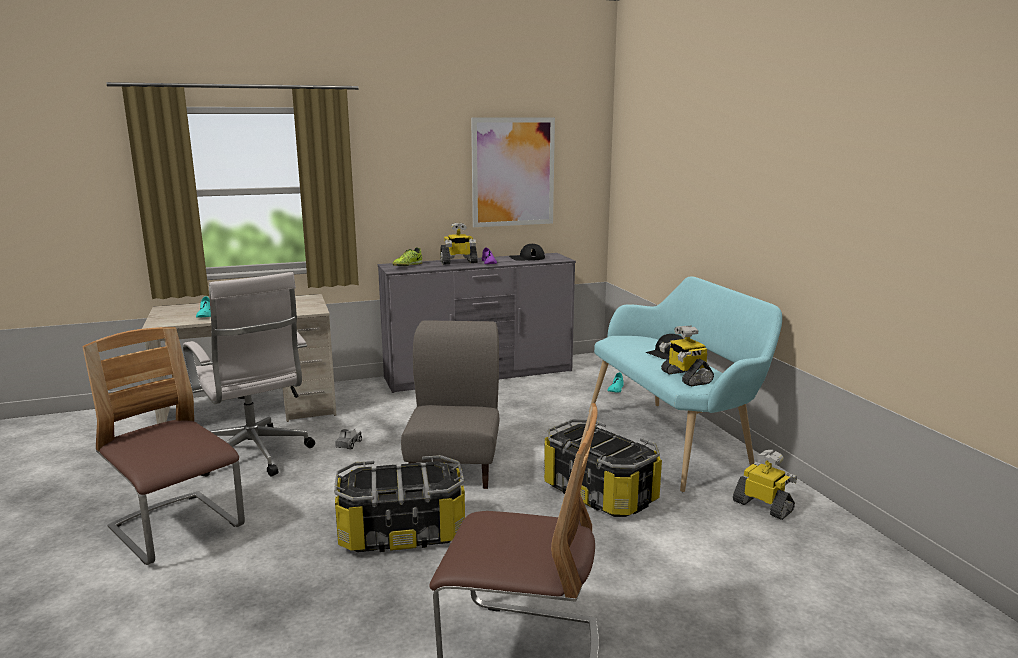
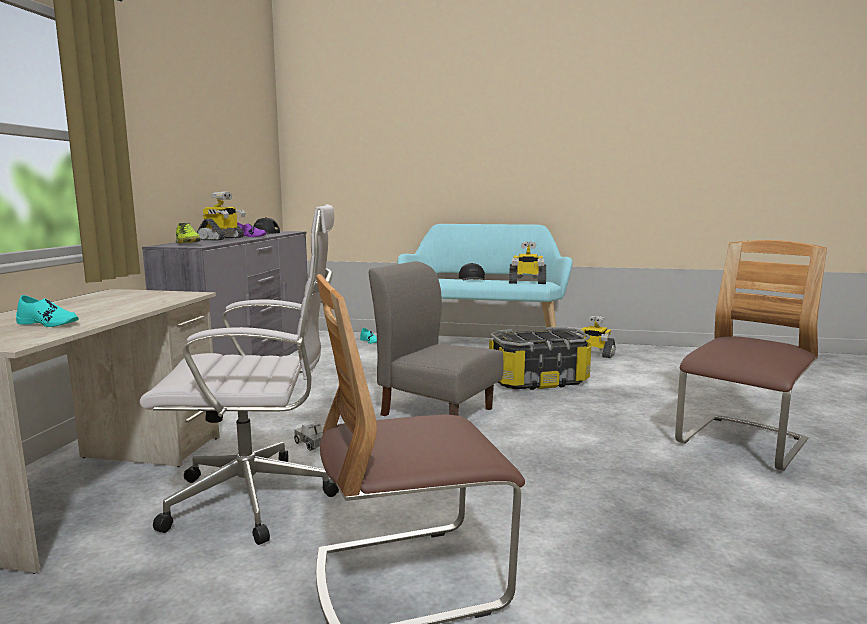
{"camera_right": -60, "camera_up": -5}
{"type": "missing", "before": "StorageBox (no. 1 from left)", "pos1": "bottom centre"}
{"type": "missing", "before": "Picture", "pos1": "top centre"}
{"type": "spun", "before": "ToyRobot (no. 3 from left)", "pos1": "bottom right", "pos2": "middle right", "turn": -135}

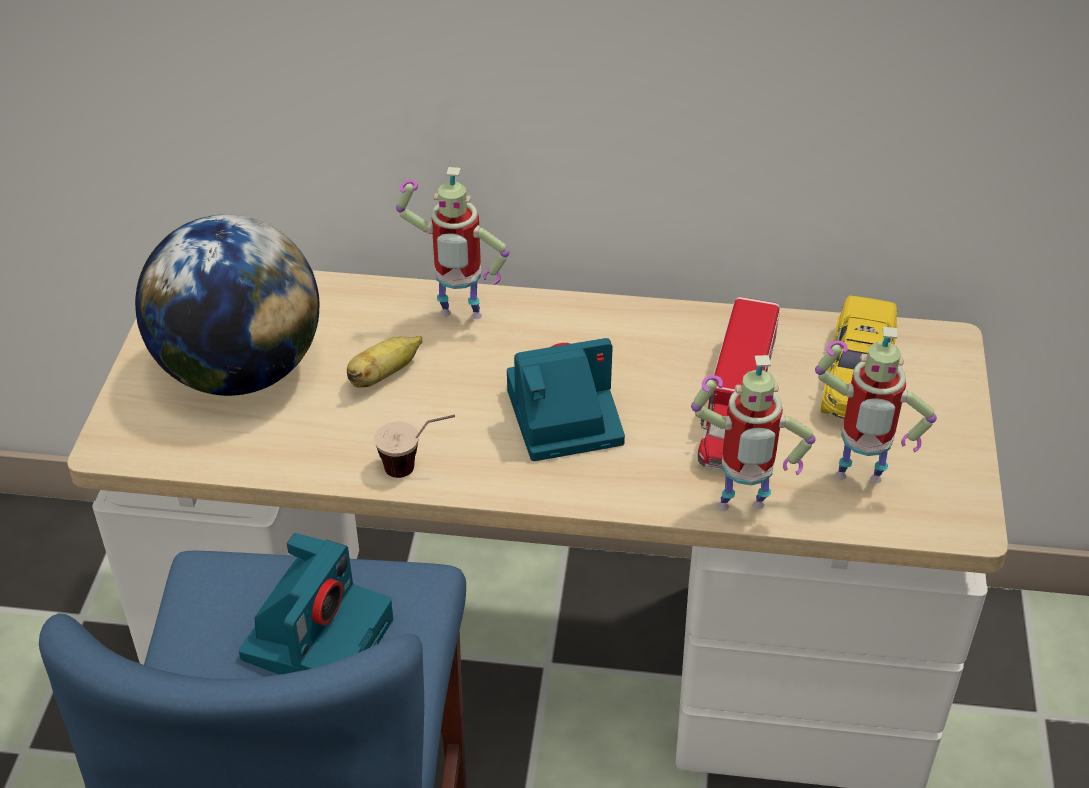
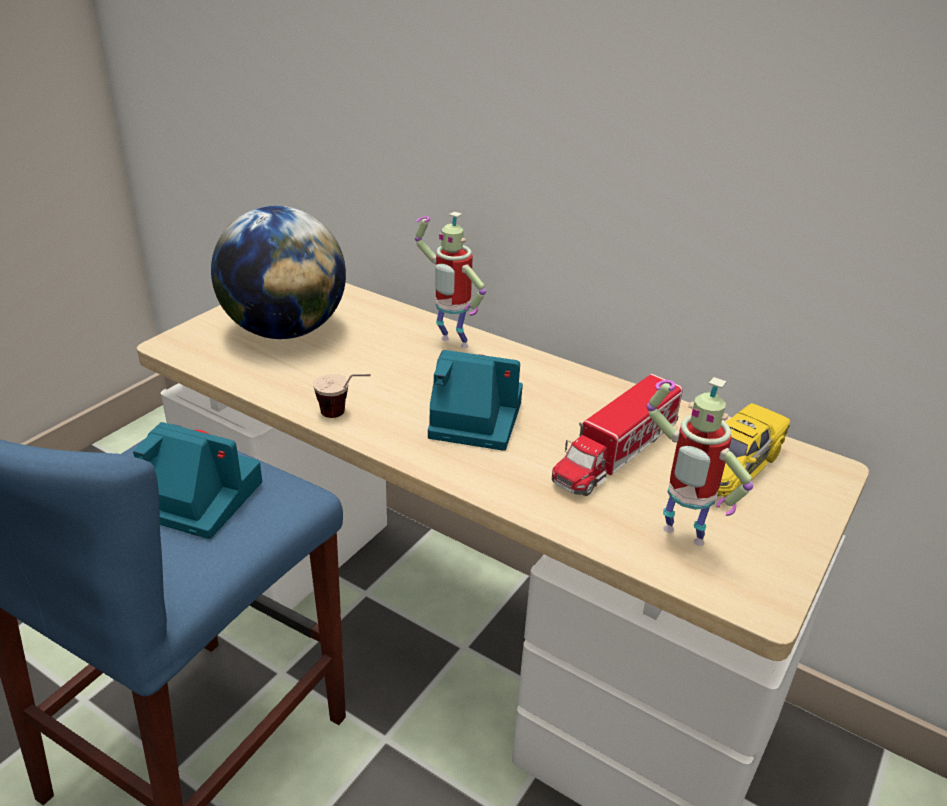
{"camera_right": 25, "camera_up": -10}
{"type": "spun", "before": "PhotoCamera (no. 1 from left)", "pos1": "bottom left", "pos2": "middle left", "turn": -120}
{"type": "missing", "before": "Banana", "pos1": "centre"}
{"type": "missing", "before": "ToyRobot (no. 2 from left)", "pos1": "middle right"}

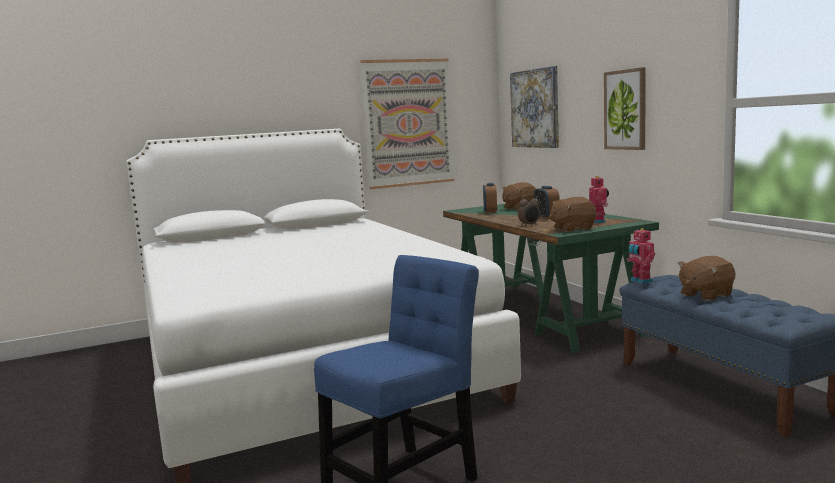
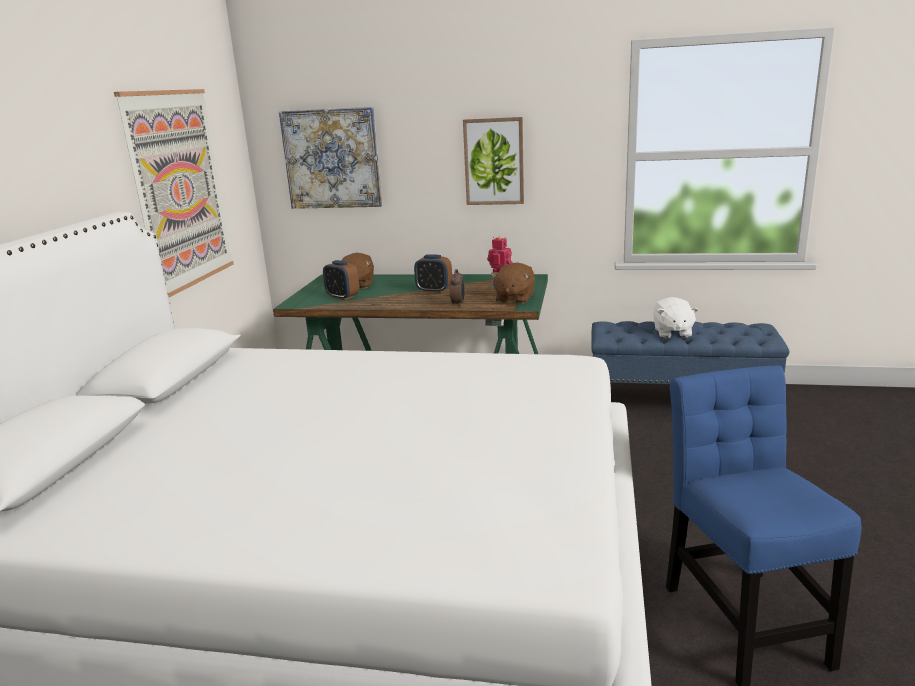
{"camera_right": -55, "camera_up": 10}
{"type": "missing", "before": "ToyRobot (no. 2 from left)", "pos1": "middle right"}
{"type": "colour", "before": "BrownPlushToy (no. 3 from left)", "after": "WhitePlushToy", "pos1": "middle right", "pos2": "middle right"}

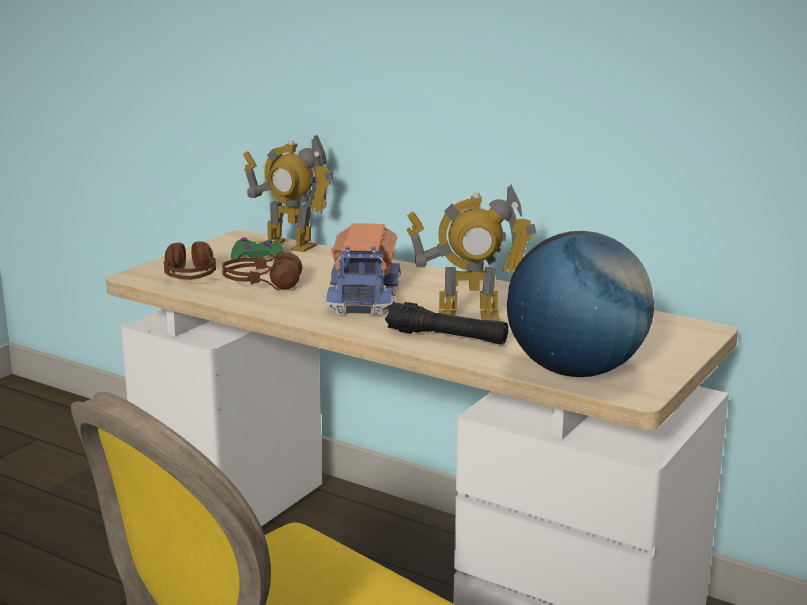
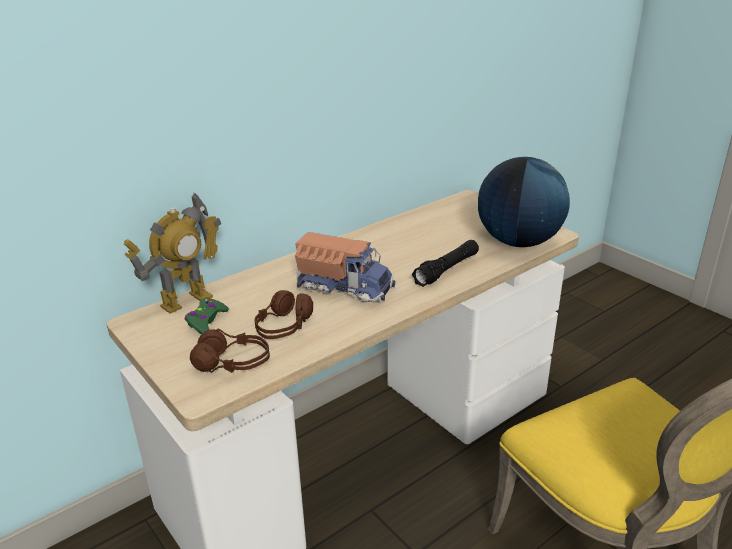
{"camera_right": -70, "camera_up": 10}
{"type": "missing", "before": "ToyRobot (no. 2 from left)", "pos1": "centre"}

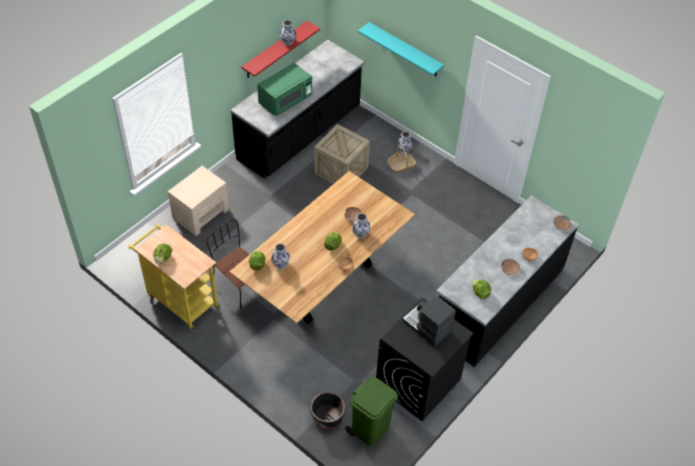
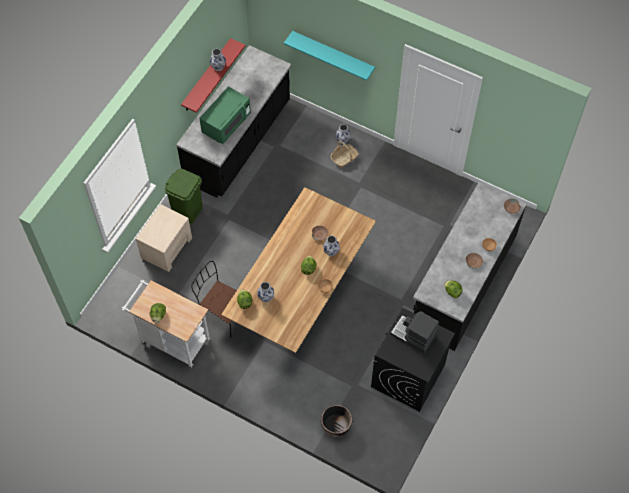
{"camera_right": -10, "camera_up": 10}
{"type": "colour", "before": "YellowCart", "after": "WhiteCart", "pos1": "middle left", "pos2": "middle left"}
{"type": "missing", "before": "Crate", "pos1": "top centre"}
{"type": "relocated", "before": "GreenTrashCan", "pos1": "bottom centre", "pos2": "middle left"}

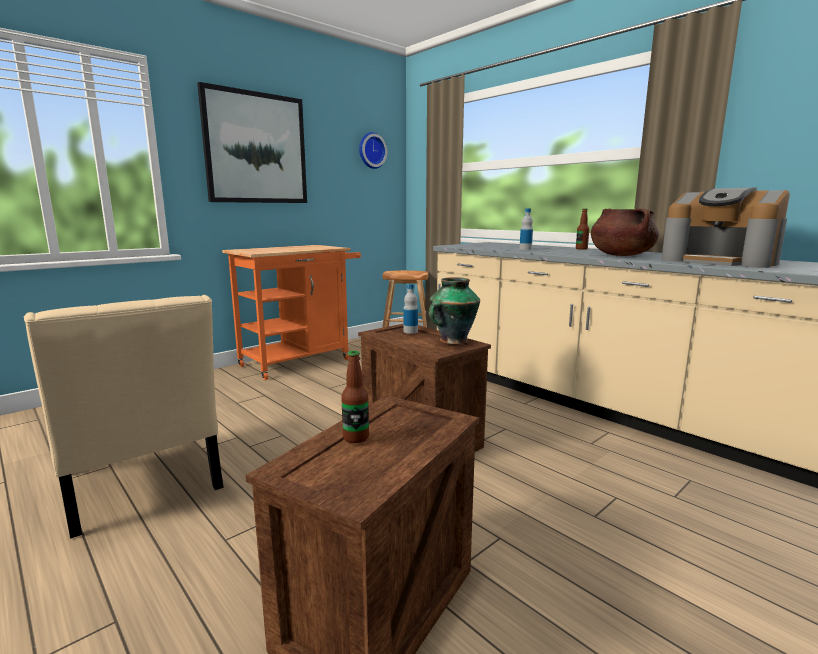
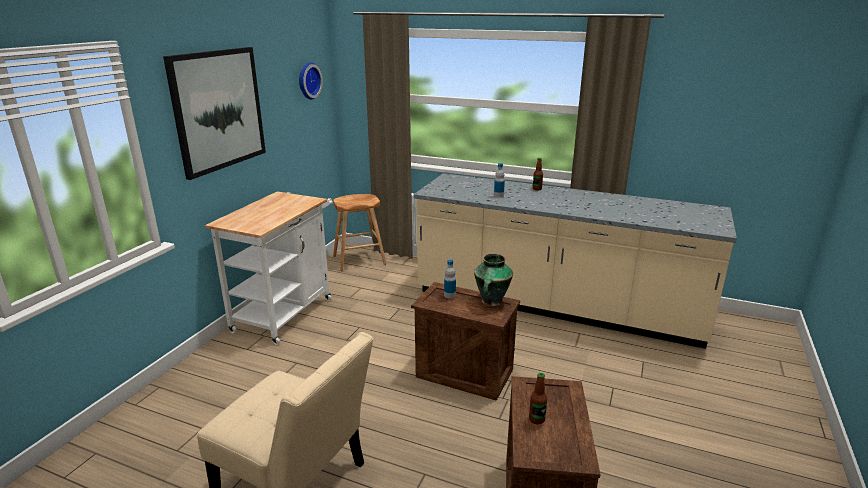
{"camera_right": -25, "camera_up": 10}
{"type": "colour", "before": "OrangeCart", "after": "WhiteCart", "pos1": "centre", "pos2": "middle left"}
{"type": "missing", "before": "BrownCookingPot", "pos1": "middle right"}
{"type": "missing", "before": "CoffeeMachine", "pos1": "middle right"}

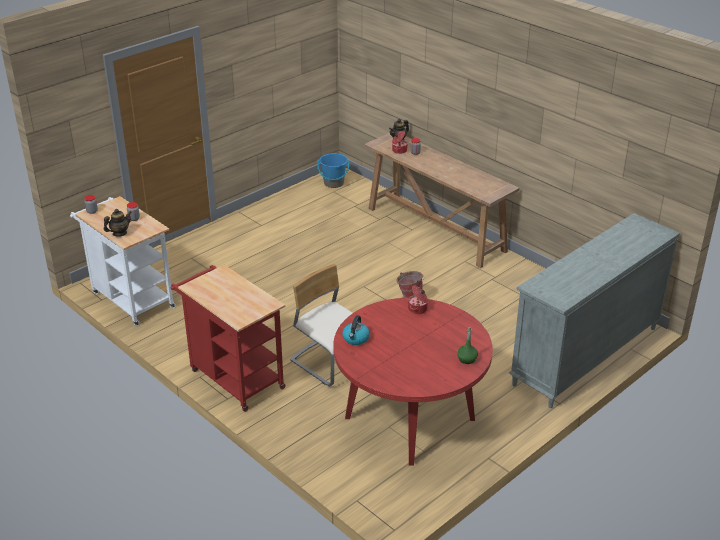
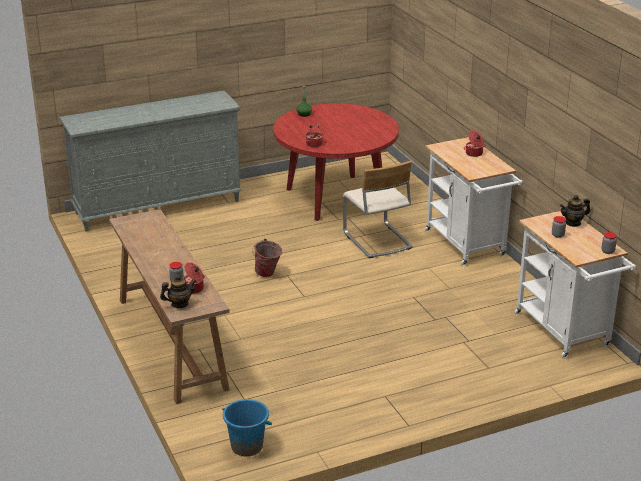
{"camera_right": -160, "camera_up": -5}
{"type": "colour", "before": "RedCart", "after": "WhiteCart (no. 1 from left)", "pos1": "middle left", "pos2": "middle right"}
{"type": "missing", "before": "Kettle", "pos1": "centre"}
{"type": "appeared", "after": "CookingPot (no. 3 from left)", "pos2": "top right"}

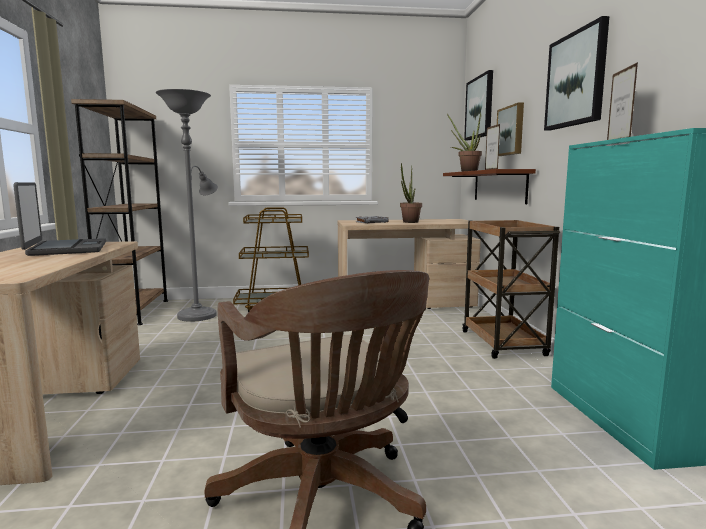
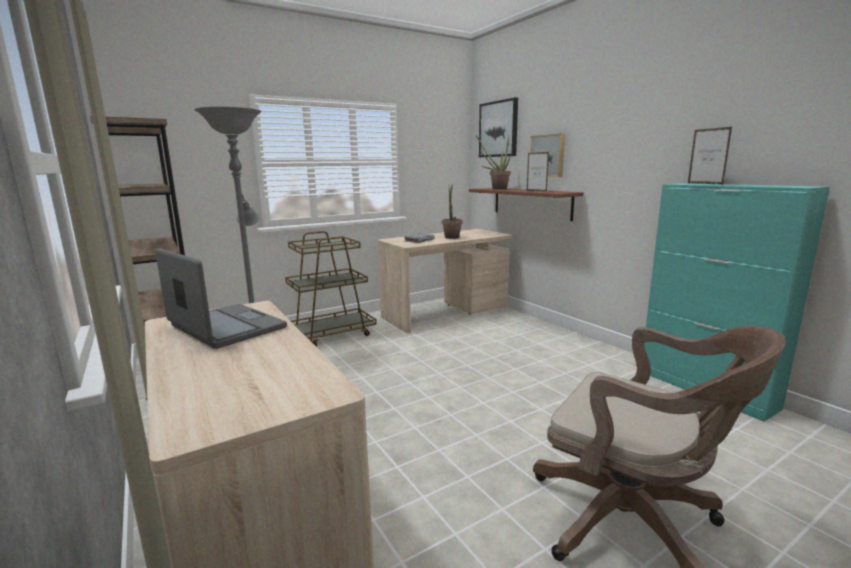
{"camera_right": -25, "camera_up": 5}
{"type": "missing", "before": "BrownCart (no. 2 from left)", "pos1": "middle right"}
{"type": "missing", "before": "Picture (no. 3 from left)", "pos1": "top right"}

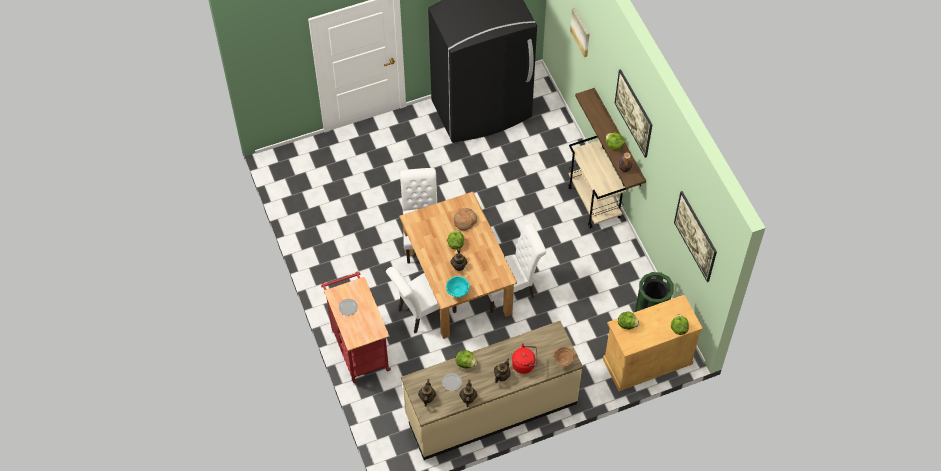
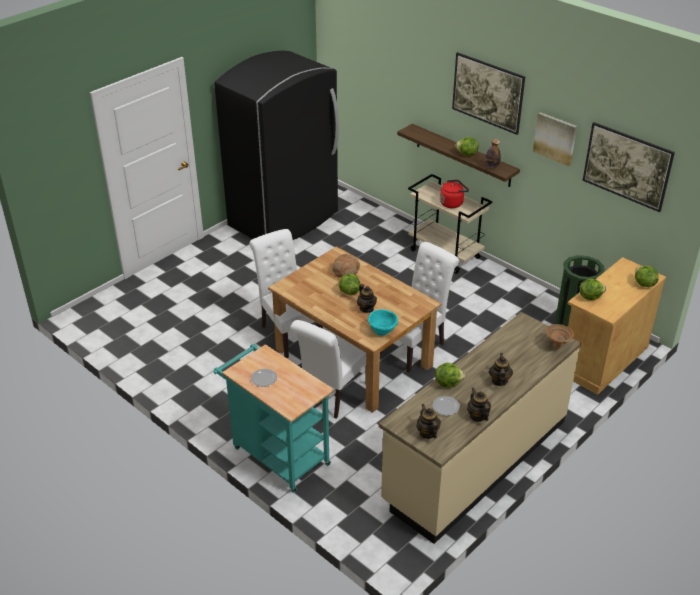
{"camera_right": -25, "camera_up": -20}
{"type": "colour", "before": "RedCart", "after": "TurquoiseCart", "pos1": "bottom centre", "pos2": "bottom centre"}
{"type": "relocated", "before": "RedKettle", "pos1": "bottom centre", "pos2": "top centre"}
{"type": "relocated", "before": "Picture (no. 1 from left in the first image)", "after": "Picture (no. 2 from left)", "pos1": "top centre", "pos2": "top right"}

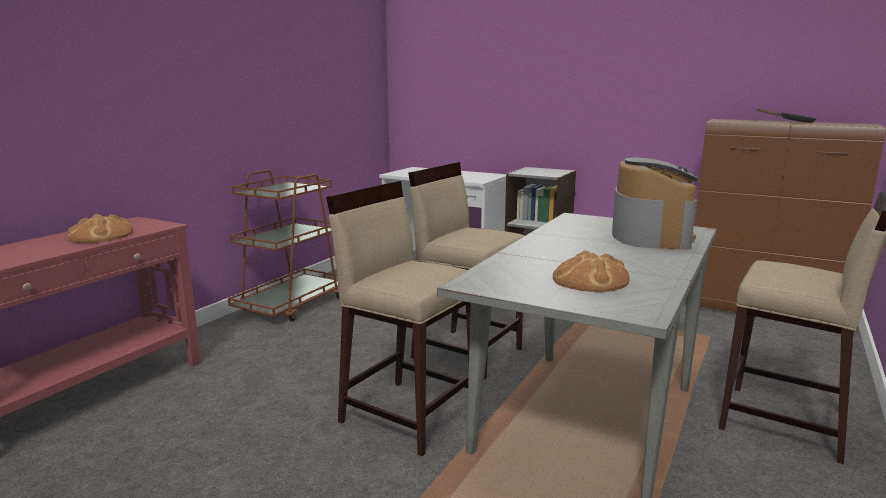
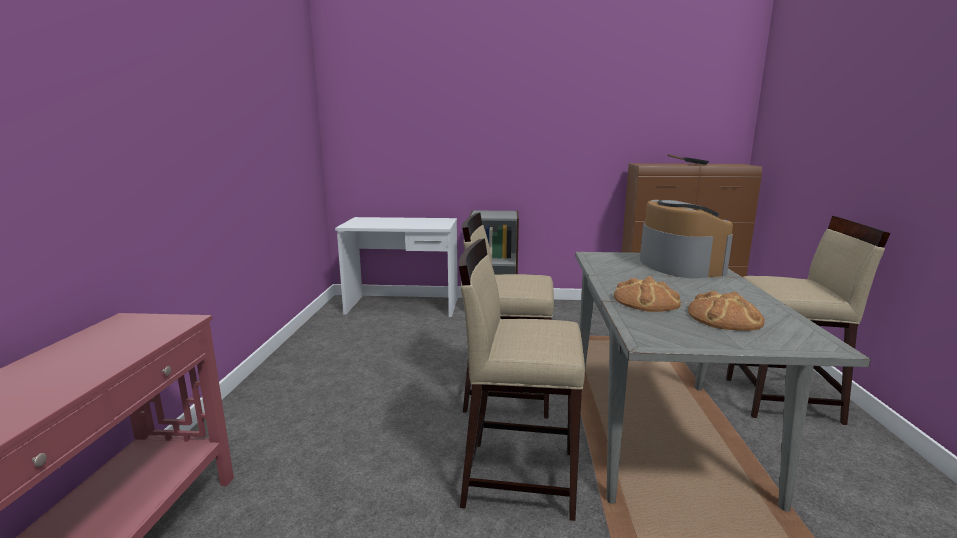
{"camera_right": -25, "camera_up": 0}
{"type": "relocated", "before": "Bread (no. 1 from left)", "pos1": "middle left", "pos2": "middle right"}
{"type": "missing", "before": "BrownCart", "pos1": "middle left"}

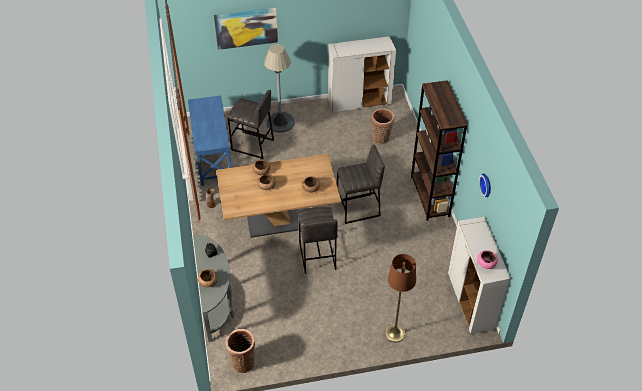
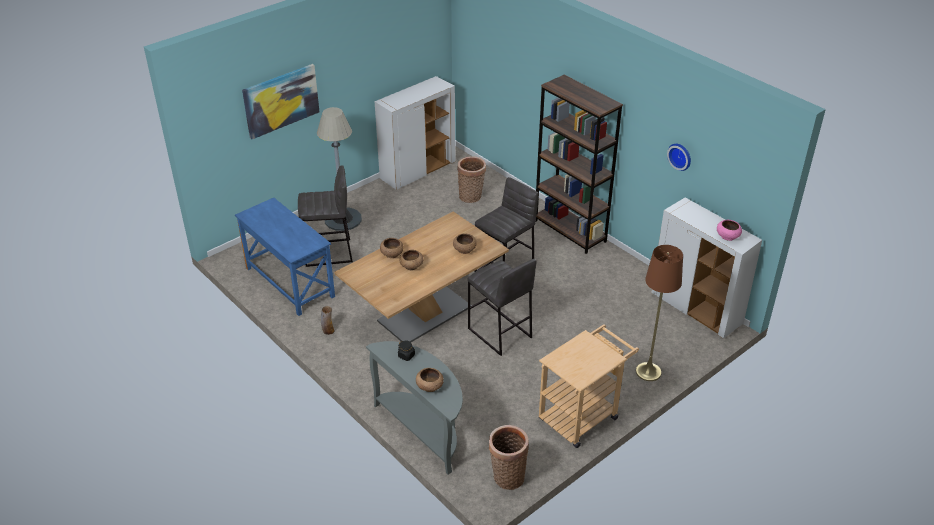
{"camera_right": -30, "camera_up": -10}
{"type": "appeared", "after": "BeigeCart", "pos2": "bottom centre"}

